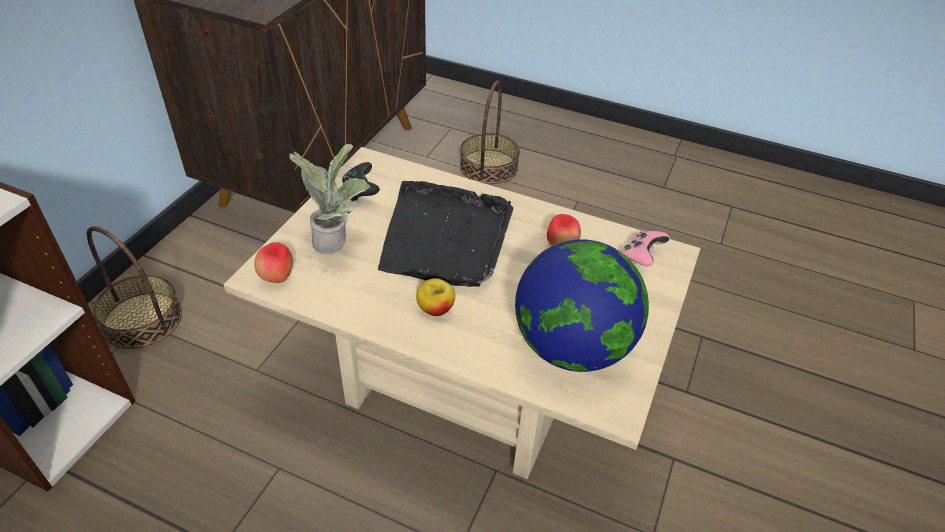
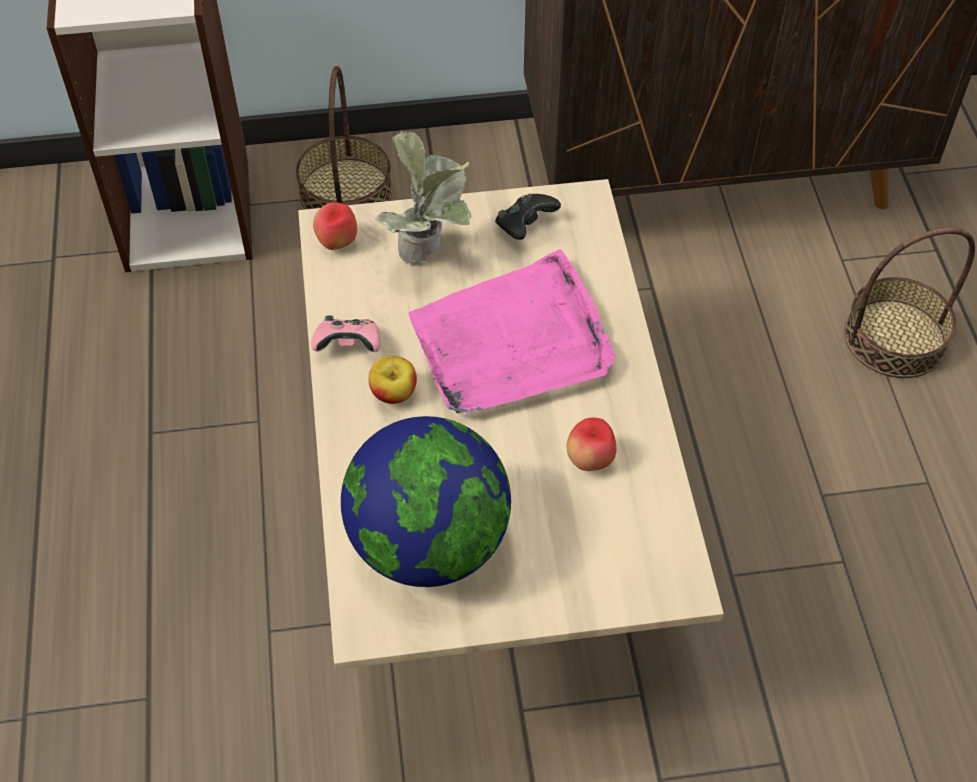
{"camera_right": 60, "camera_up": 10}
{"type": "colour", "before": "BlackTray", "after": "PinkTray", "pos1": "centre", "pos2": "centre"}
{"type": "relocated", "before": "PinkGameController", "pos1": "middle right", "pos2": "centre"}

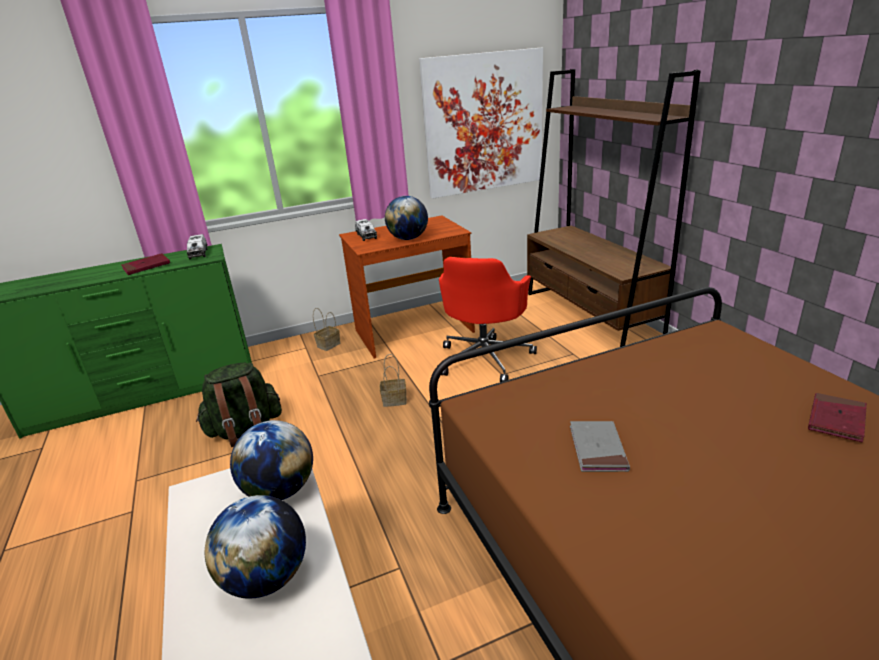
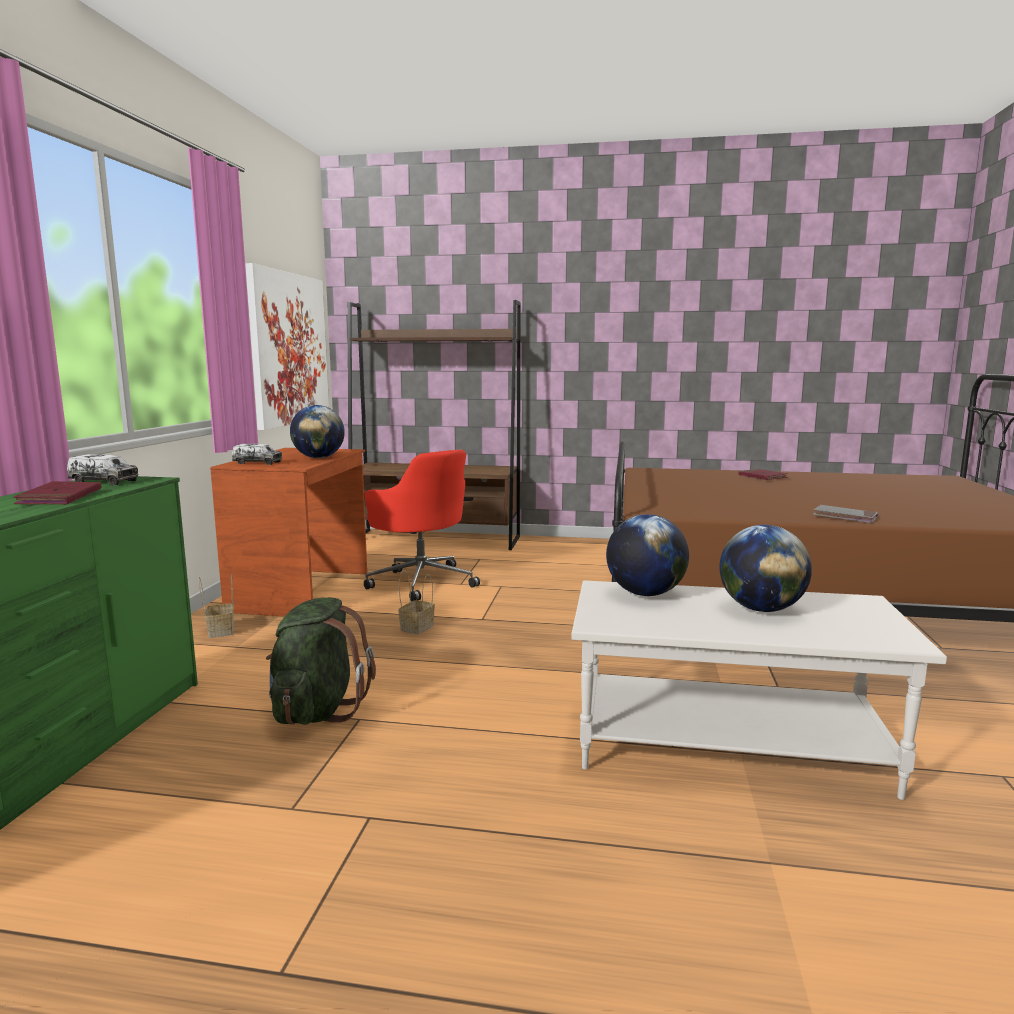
{"camera_right": -60, "camera_up": -15}
{"type": "relocated", "before": "GreyBook", "pos1": "bottom right", "pos2": "middle right"}

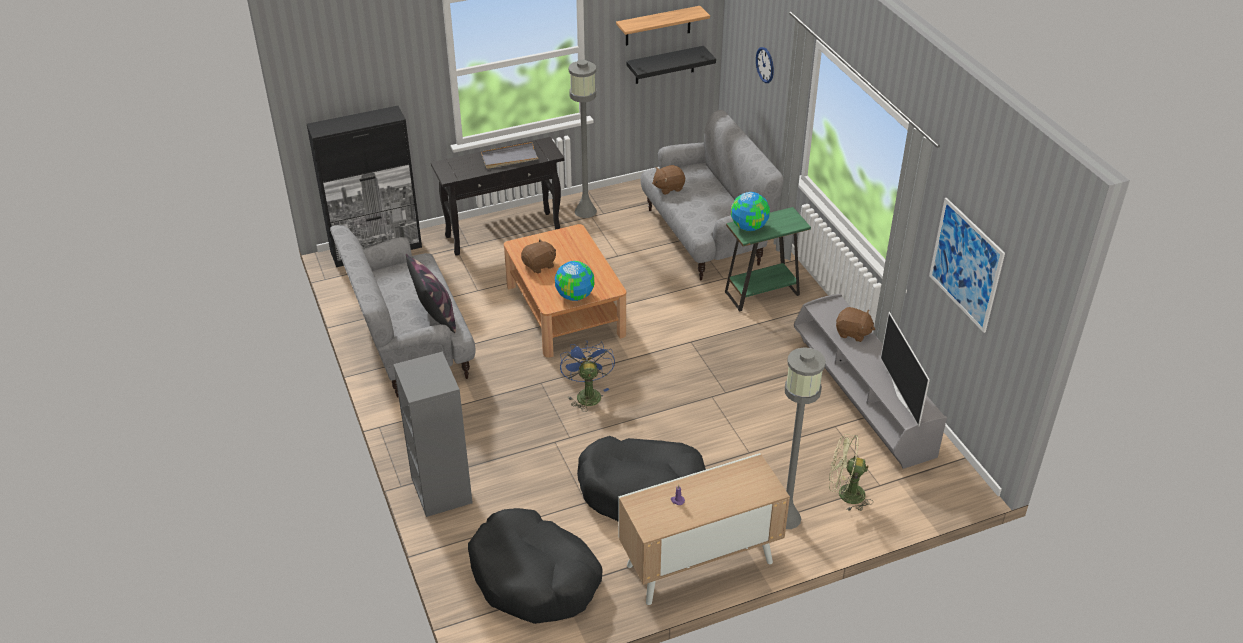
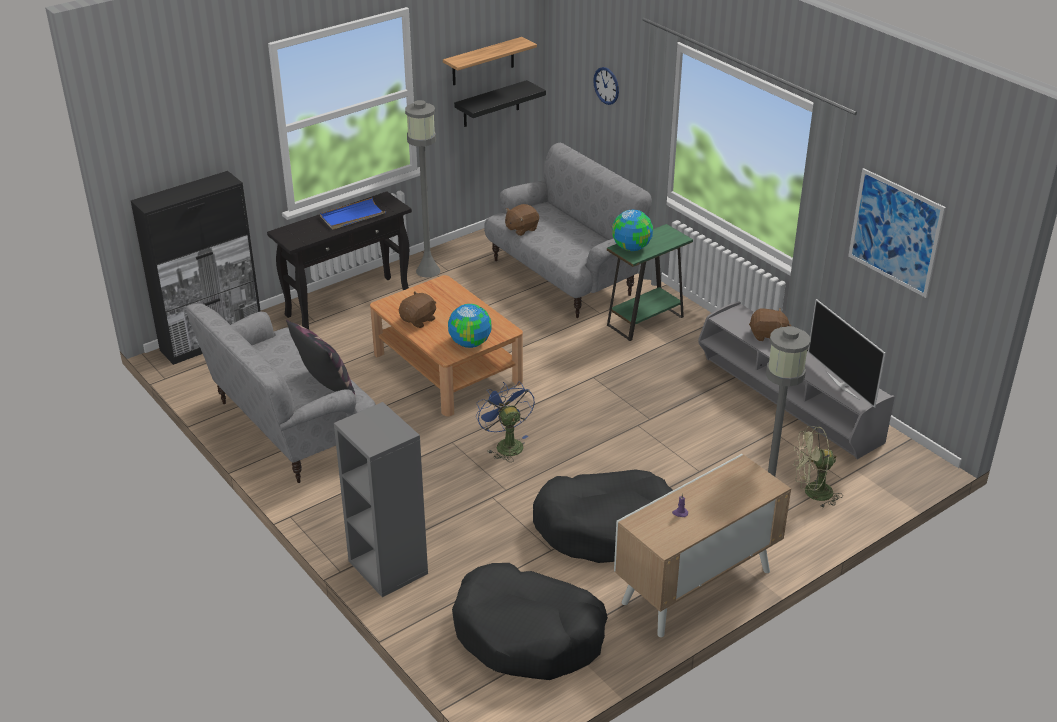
{"camera_right": -15, "camera_up": -5}
{"type": "colour", "before": "GreyTray", "after": "BlueTray", "pos1": "top centre", "pos2": "top centre"}

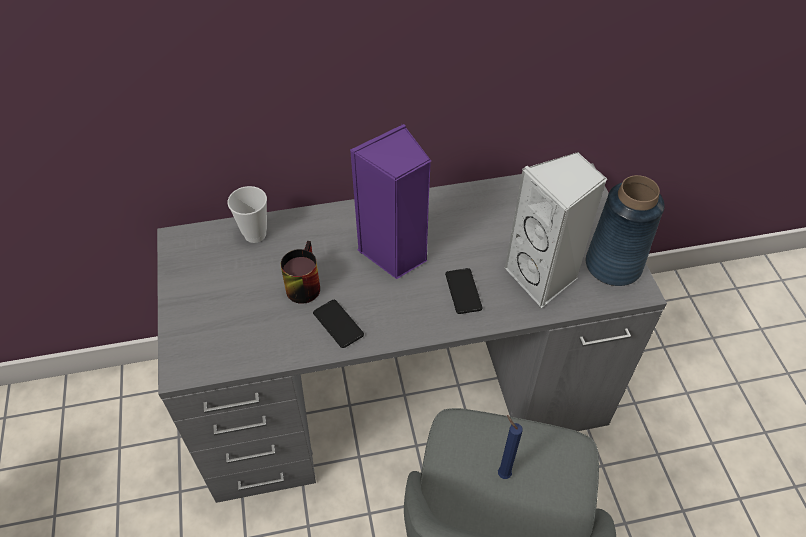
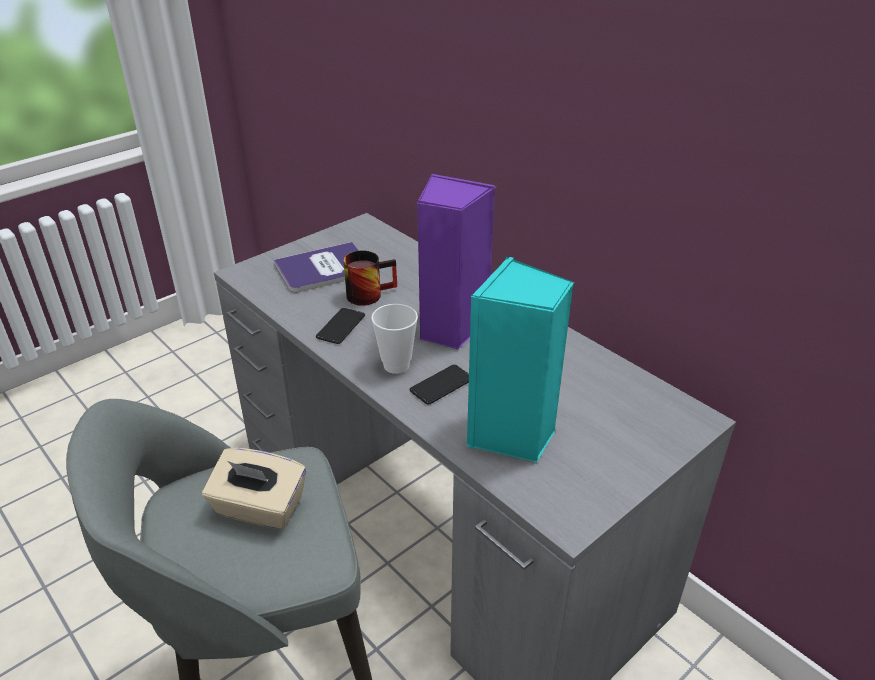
{"camera_right": 60, "camera_up": -15}
{"type": "relocated", "before": "Cup", "pos1": "middle left", "pos2": "centre"}
{"type": "exchanged", "before": "BlueCandle", "after": "BeigeTissueBox", "pos1": "bottom centre", "pos2": "bottom left"}
{"type": "colour", "before": "WhiteSpeaker", "after": "TurquoiseSpeaker", "pos1": "middle right", "pos2": "centre"}
{"type": "missing", "before": "BlueVase", "pos1": "middle right"}
{"type": "appeared", "after": "Book", "pos2": "centre"}

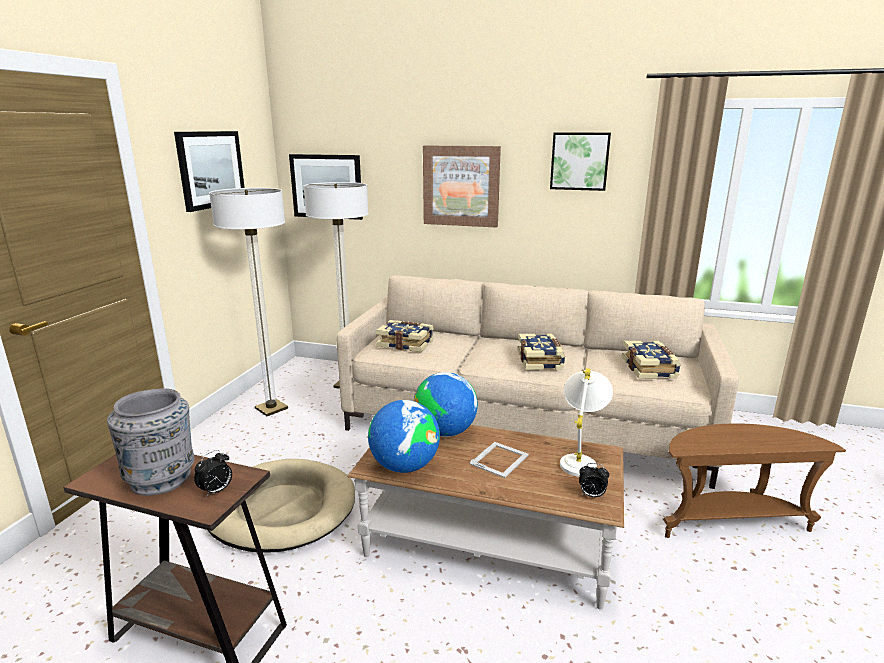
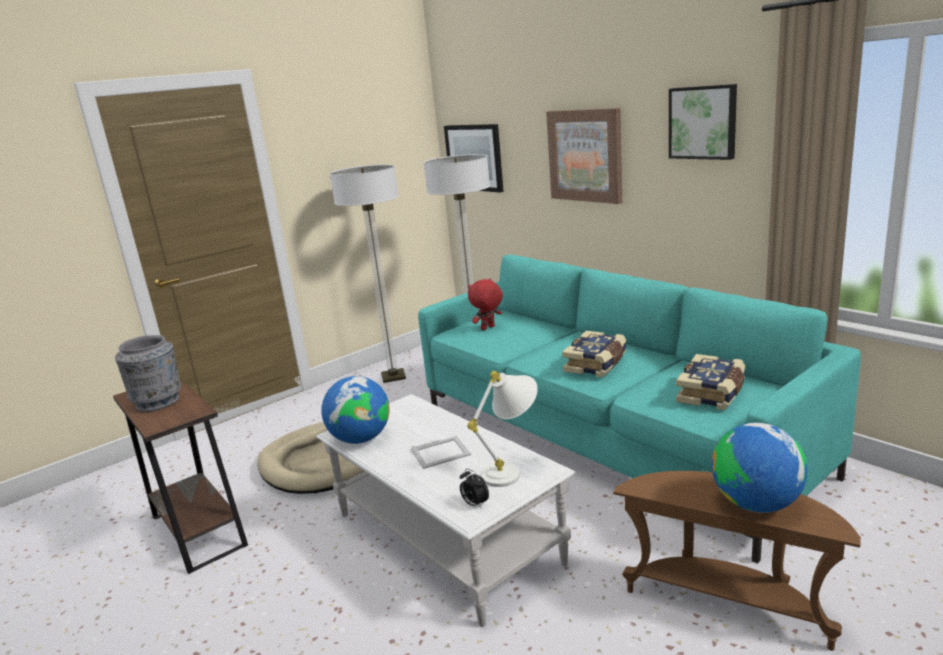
{"camera_right": 35, "camera_up": 0}
{"type": "missing", "before": "Picture (no. 1 from left)", "pos1": "top left"}
{"type": "missing", "before": "AlarmClock (no. 1 from left)", "pos1": "bottom left"}
{"type": "colour", "before": "BeigeSofa", "after": "TurquoiseSofa", "pos1": "centre", "pos2": "middle right"}
{"type": "colour", "before": "BrownCoffeeTable", "after": "WhiteCoffeeTable", "pos1": "bottom centre", "pos2": "bottom centre"}
{"type": "exchanged", "before": "Book (no. 1 from left)", "after": "RedPlushToy", "pos1": "centre", "pos2": "centre"}
{"type": "relocated", "before": "Globe (no. 2 from left)", "pos1": "centre", "pos2": "bottom right"}

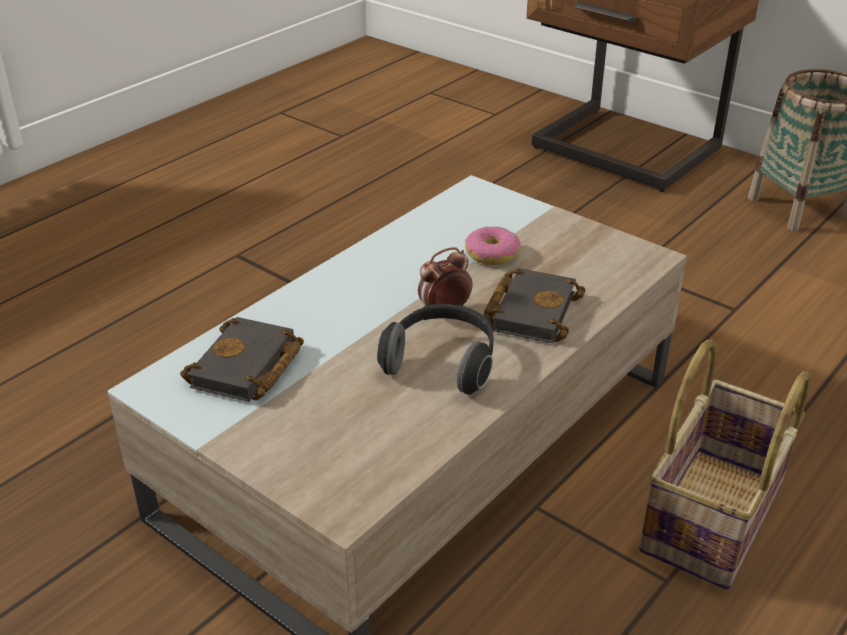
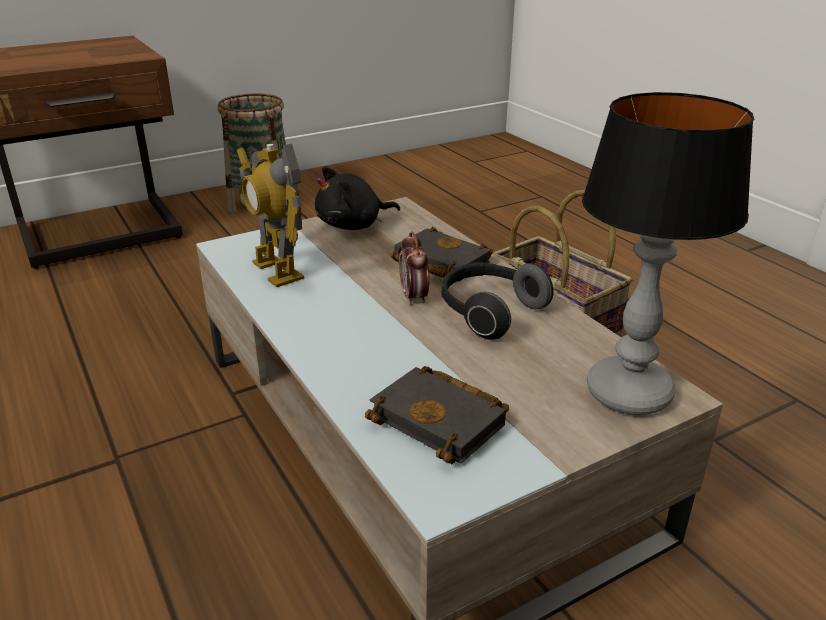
{"camera_right": -70, "camera_up": -5}
{"type": "missing", "before": "Donut", "pos1": "centre"}
{"type": "appeared", "after": "ToyRobot", "pos2": "middle left"}
{"type": "appeared", "after": "BlackPlushToy", "pos2": "top centre"}
{"type": "appeared", "after": "TableLamp", "pos2": "middle right"}

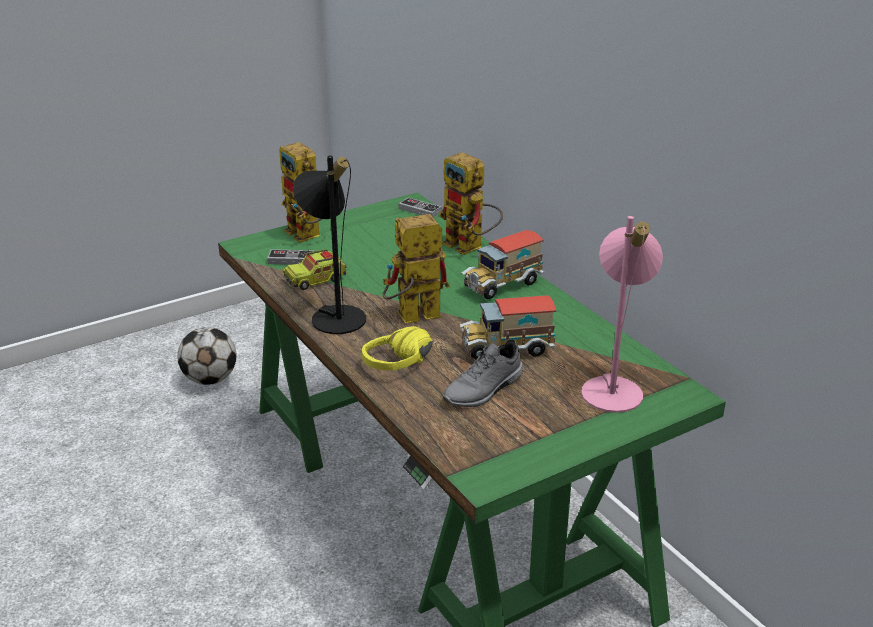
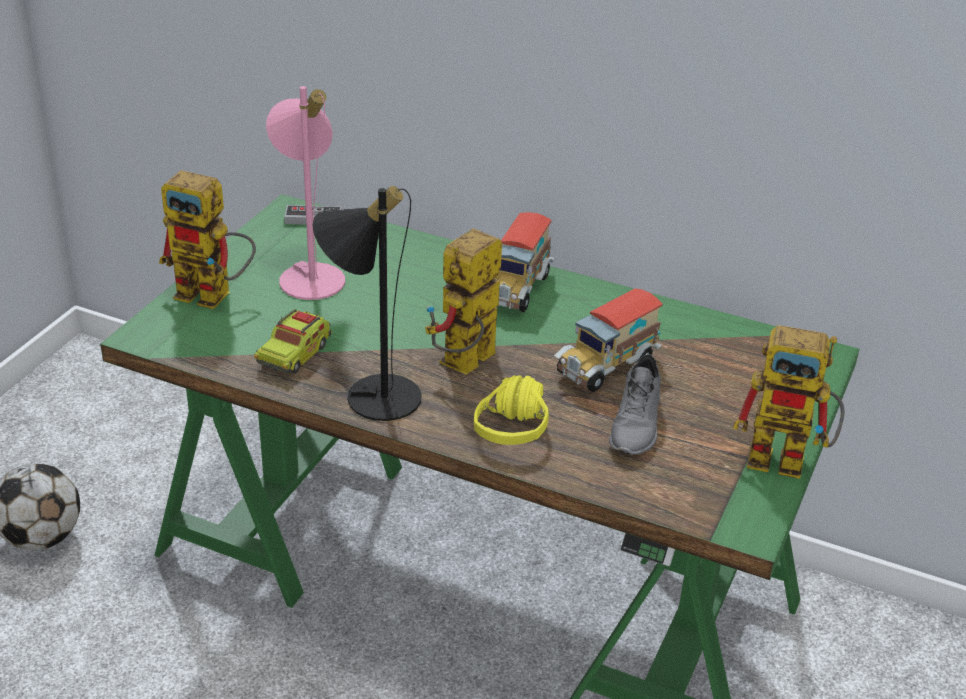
{"camera_right": -35, "camera_up": 5}
{"type": "missing", "before": "GameController (no. 1 from left)", "pos1": "middle left"}
{"type": "relocated", "before": "ToyRobot (no. 3 from left)", "pos1": "top centre", "pos2": "middle right"}
{"type": "relocated", "before": "PinkTableLamp", "pos1": "middle right", "pos2": "top left"}

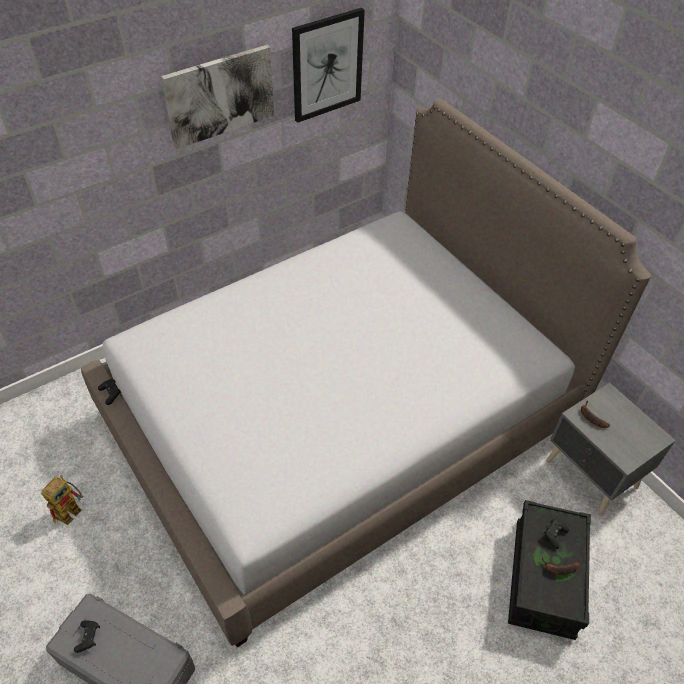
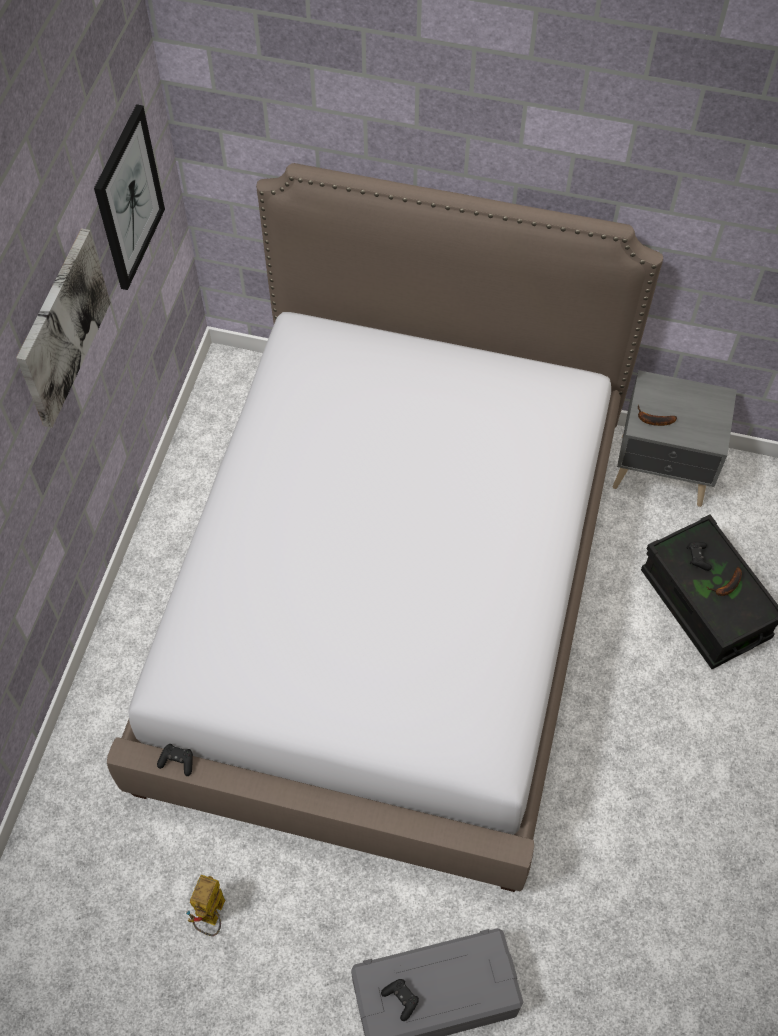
{"camera_right": -40, "camera_up": 10}
{"type": "spun", "before": "ToyRobot", "pos1": "bottom left", "pos2": "bottom left", "turn": -150}

